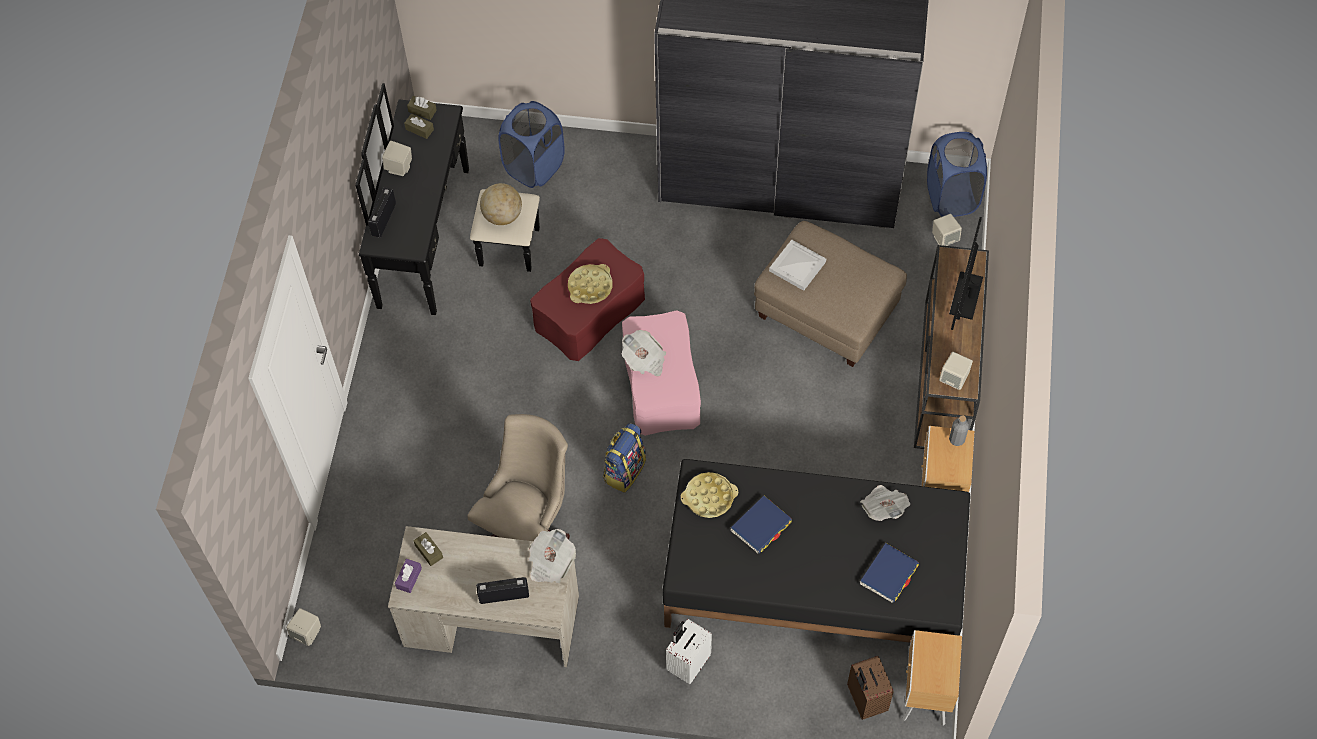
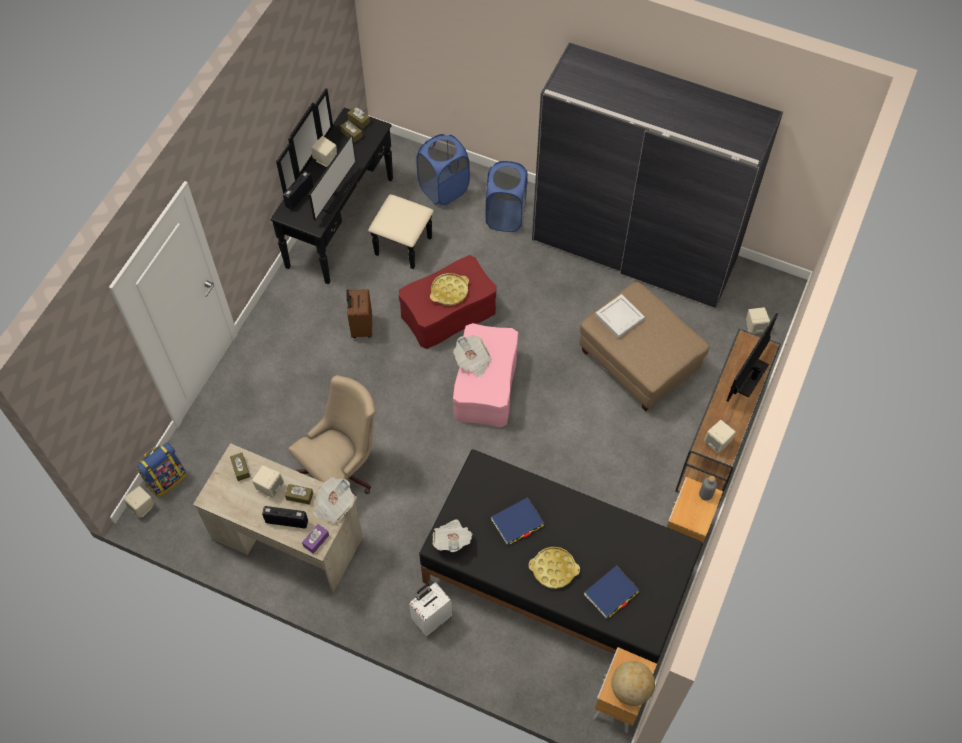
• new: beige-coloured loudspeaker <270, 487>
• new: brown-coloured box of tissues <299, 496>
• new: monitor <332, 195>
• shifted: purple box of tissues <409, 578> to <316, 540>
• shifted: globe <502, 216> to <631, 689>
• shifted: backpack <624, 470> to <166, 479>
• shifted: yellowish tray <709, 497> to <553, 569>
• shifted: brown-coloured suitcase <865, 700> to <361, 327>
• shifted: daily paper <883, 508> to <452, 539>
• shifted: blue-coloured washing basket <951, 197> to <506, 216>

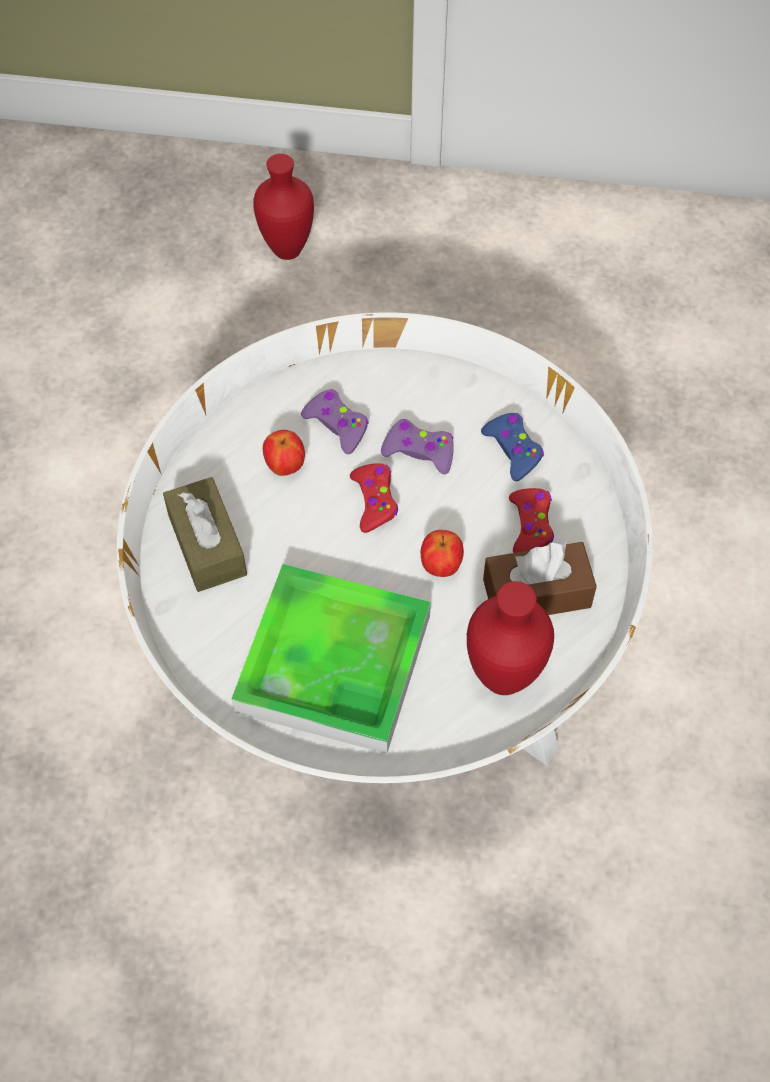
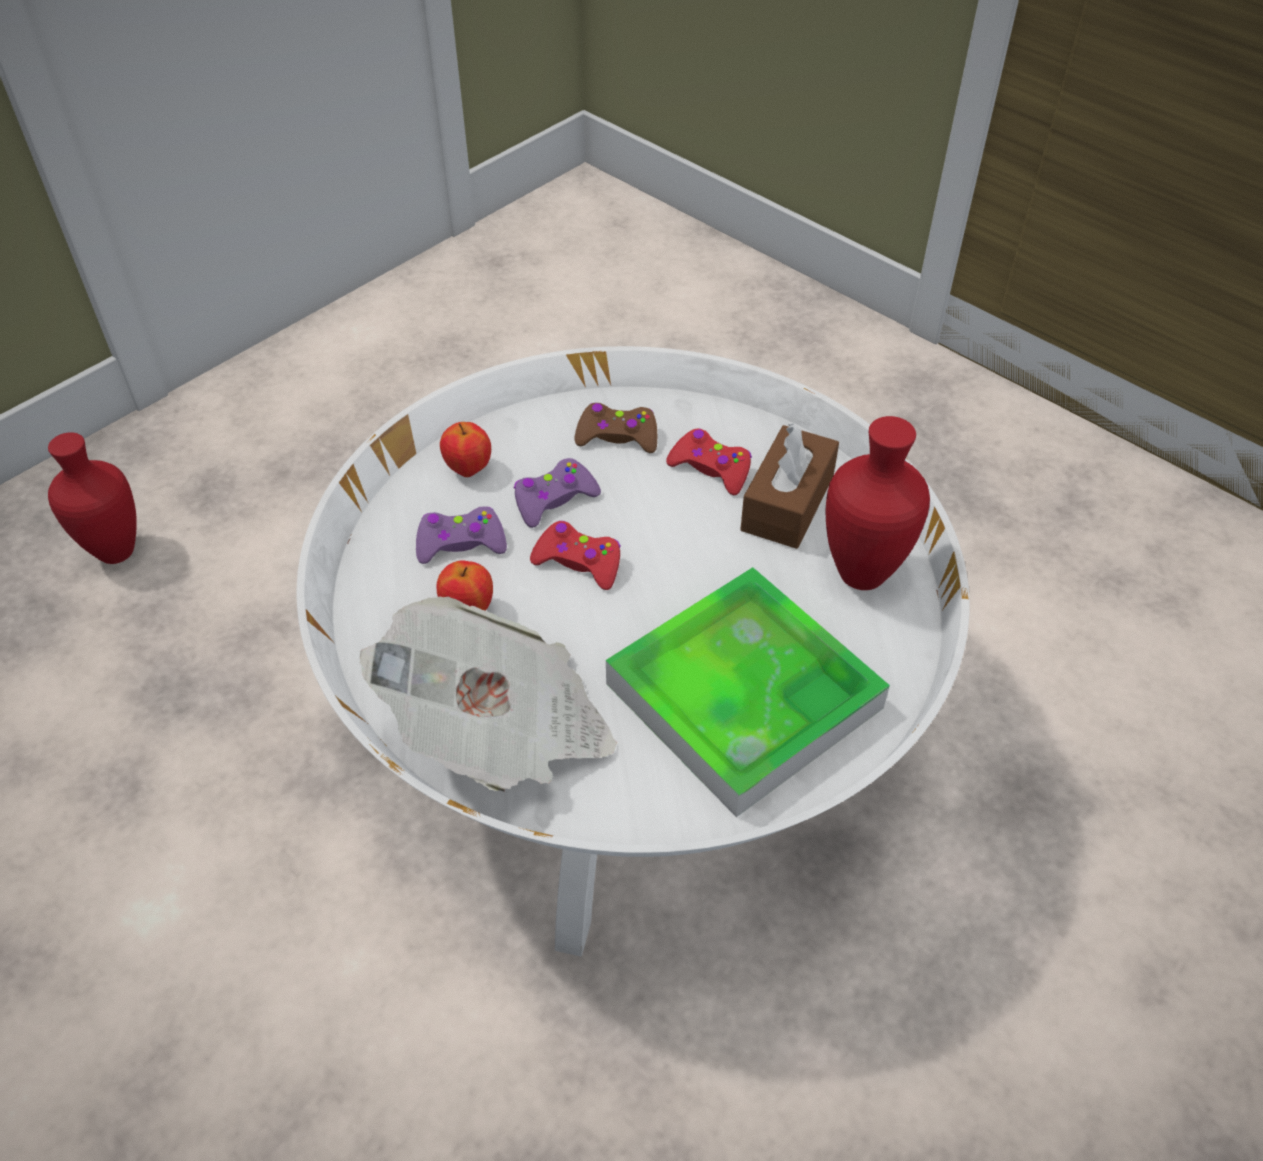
• shifted: whole apple <441, 566> to <468, 469>
• swapped: brown-coloured box of tissues <207, 545> to daily paper <501, 730>
• repainted: blue-coloured gamepad <513, 450> to brown-coloured gamepad <617, 436>

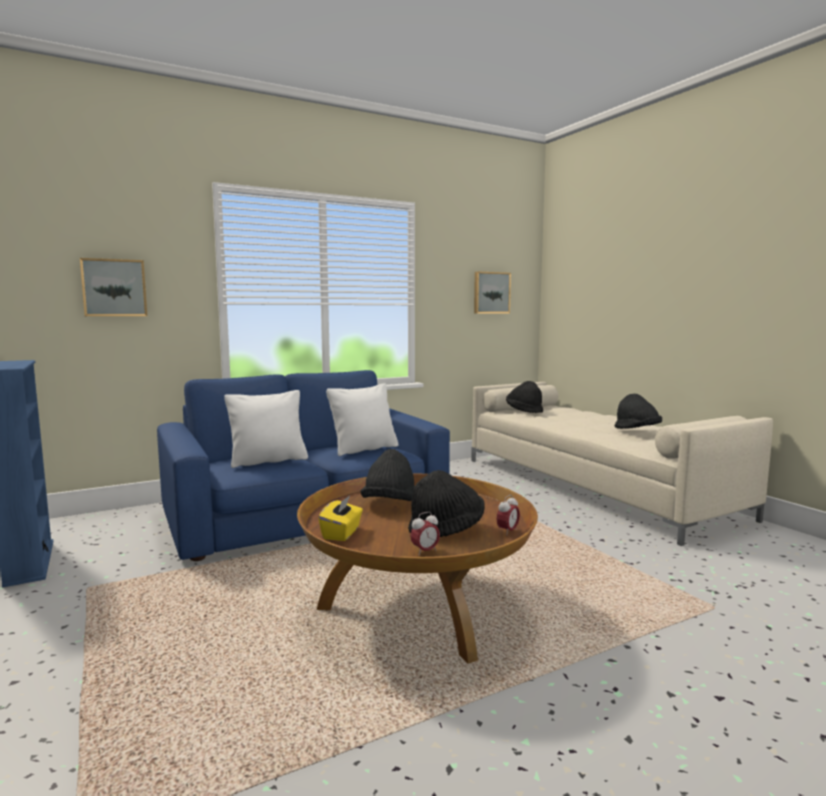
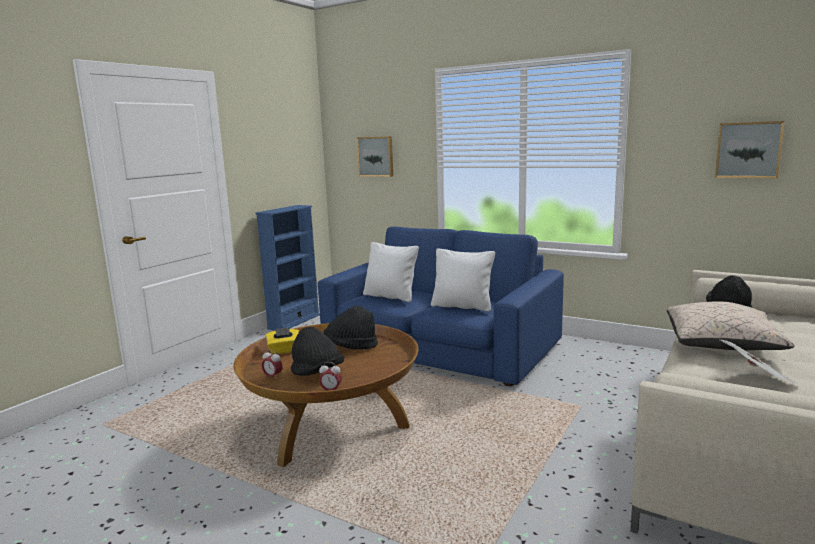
• new: beige-coloured throw pillow <722, 344>
• swapped: blackish wearable hat <637, 430> to daily paper <755, 378>

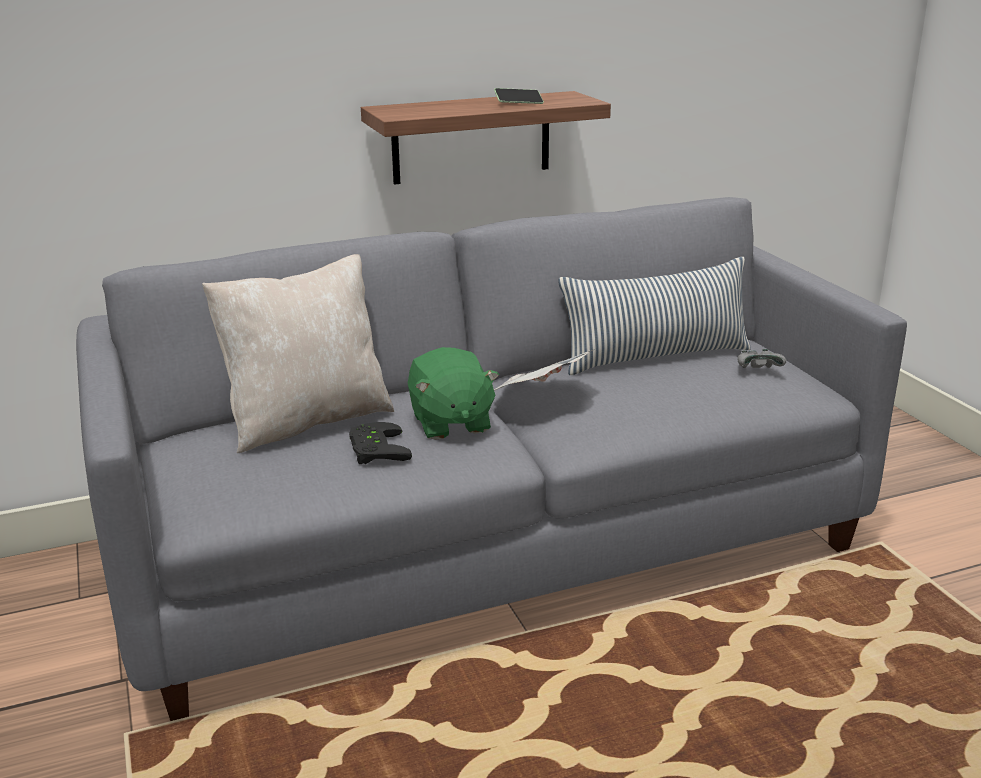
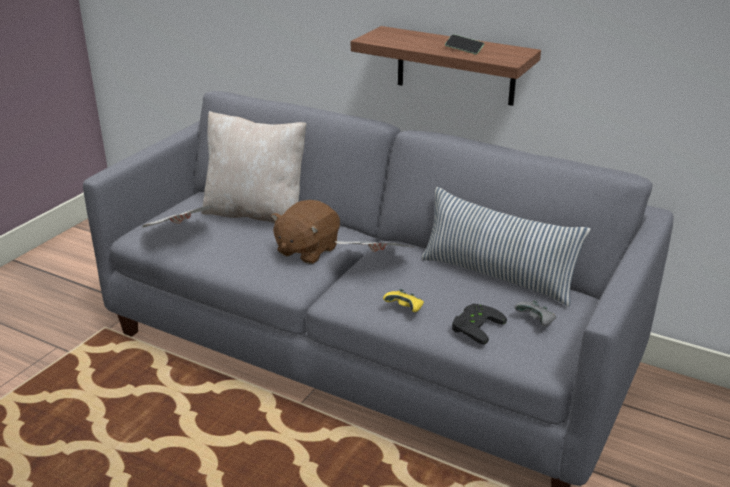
• new: daily paper <179, 234>
• new: yellowish gamepad <405, 309>
• shifted: blackish gamepad <374, 449> to <474, 325>
• repainted: green-coloured soft toy <450, 423> to brown-coloured soft toy <306, 250>

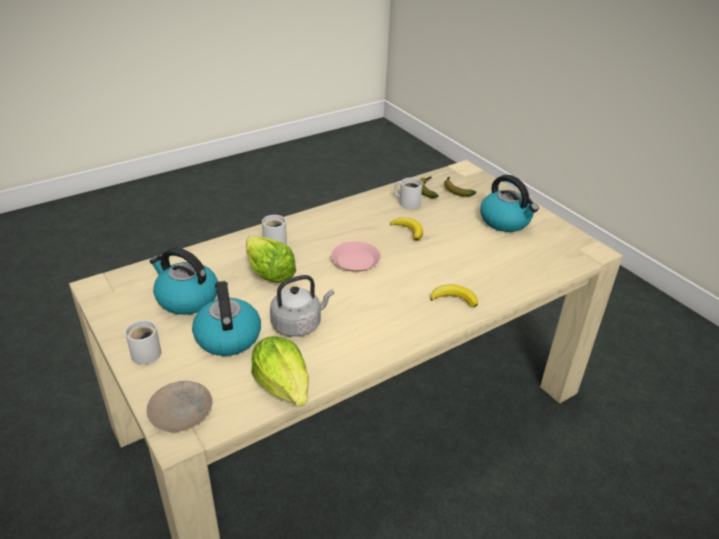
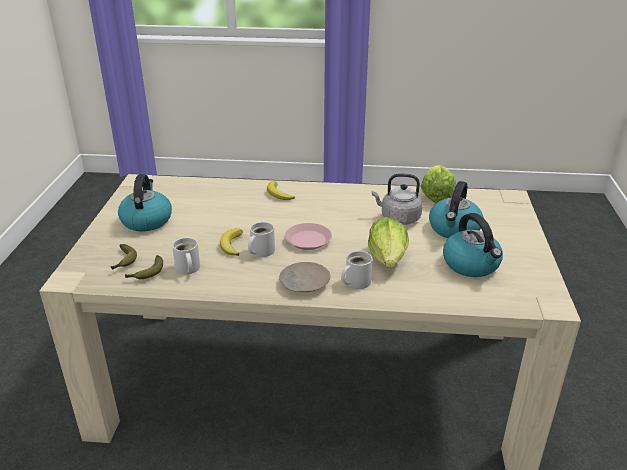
• shifted: white-coloured tea mug <148, 352> to <260, 251>
• shifted: beige-coloured flat dish <181, 411> to <304, 283>

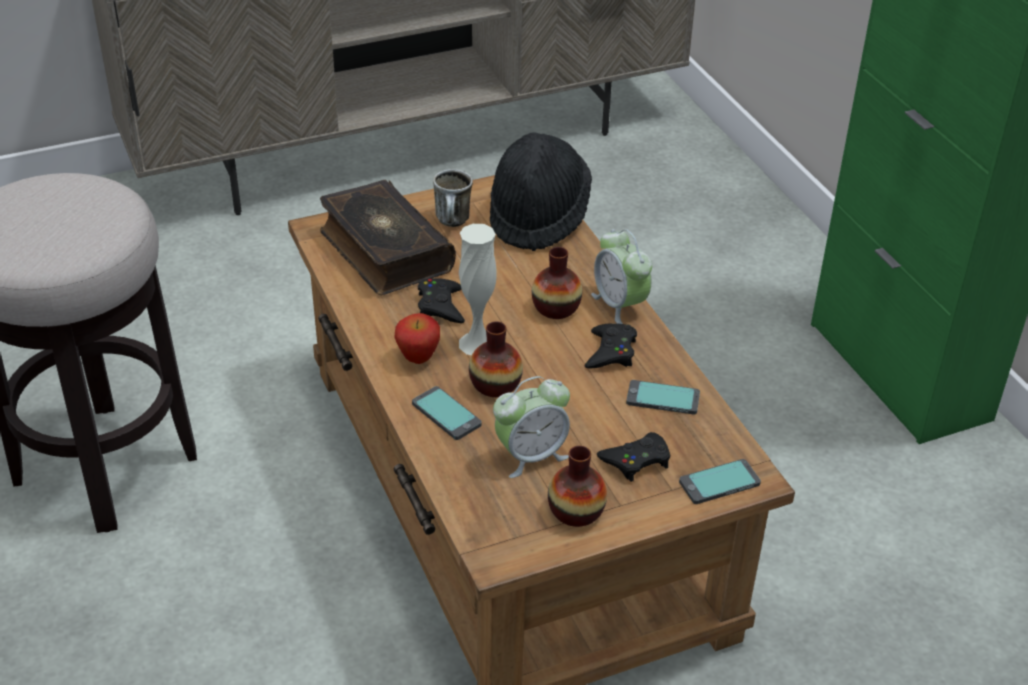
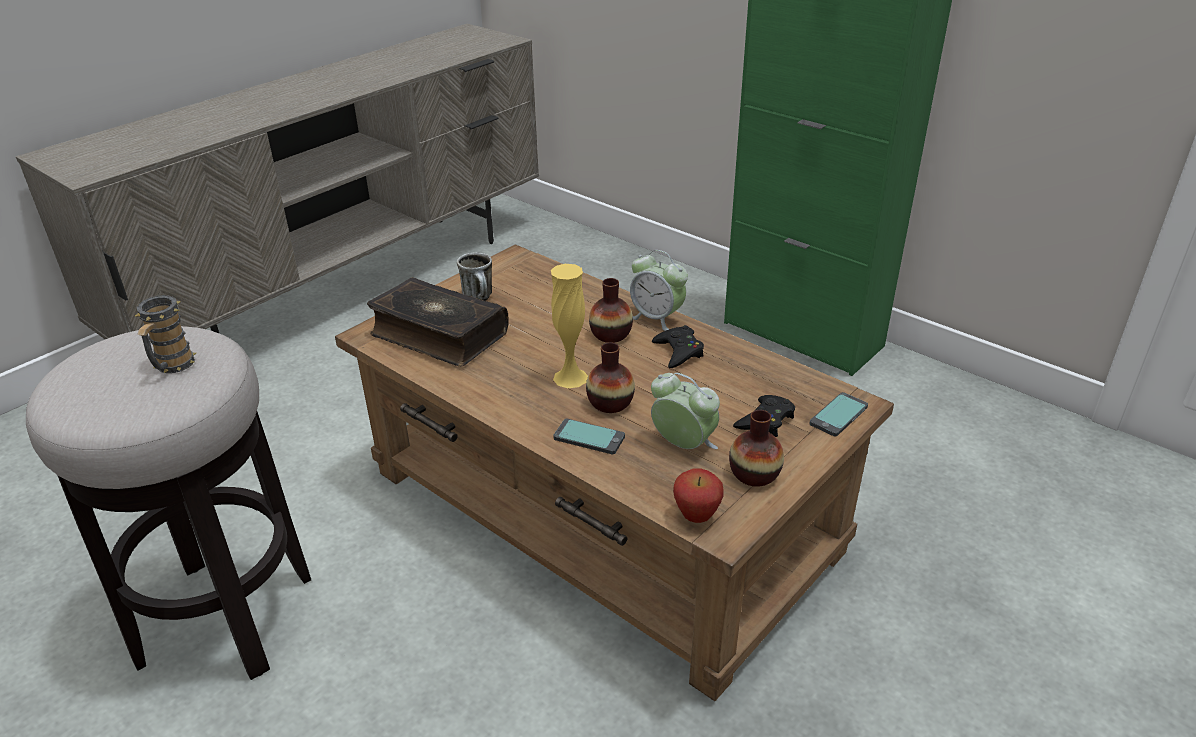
• gone: blackish gamepad <441, 306>
• gone: blackish wearable hat <538, 215>
• gone: phone <662, 399>
• new: tea mug <172, 367>
• shifted: whole apple <418, 359> to <696, 517>
• repainted: white-coloured flower vase <477, 343> to yellowish flower vase <570, 377>
• rotated: bedside clock <531, 455> = <683, 445> 90 degrees counterclockwise

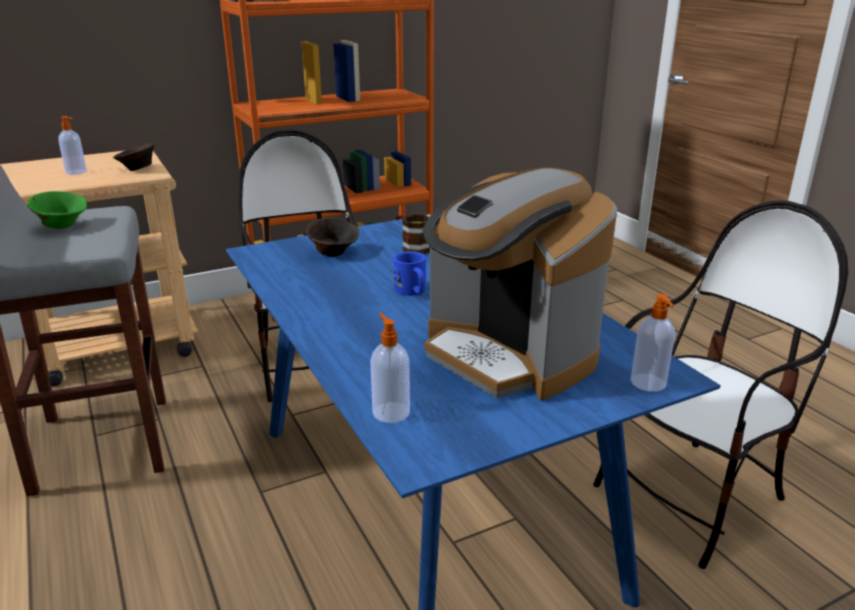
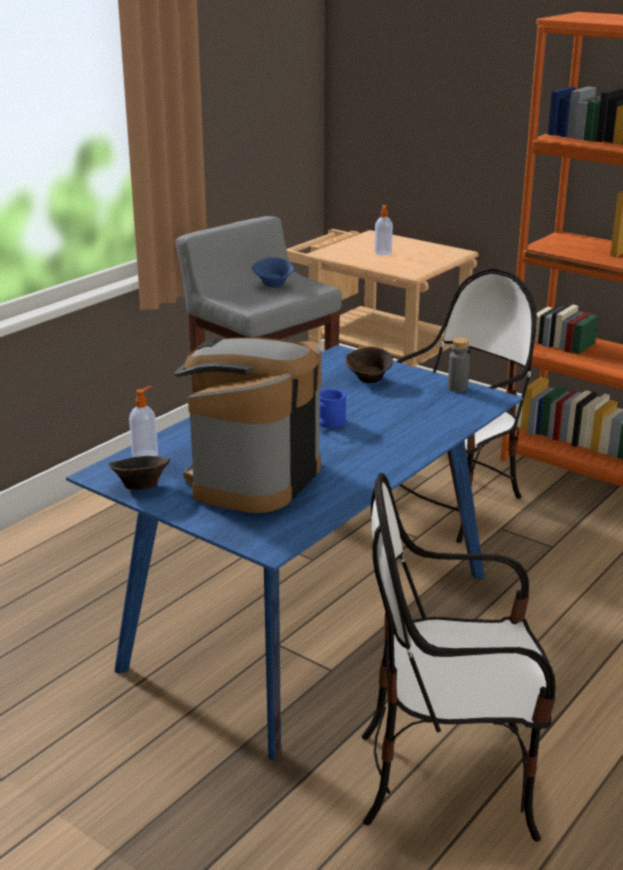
• gone: tea mug <420, 247>
• gone: soap dispenser <649, 383>
• new: greyish bottle <457, 388>
• shifted: brown-coloured deep dish <137, 169> to <140, 487>
• repainted: green-coloured deep dish <63, 226> to blue-coloured deep dish <274, 285>
• rotated: chair <691, 498> = <449, 779> 150 degrees clockwise

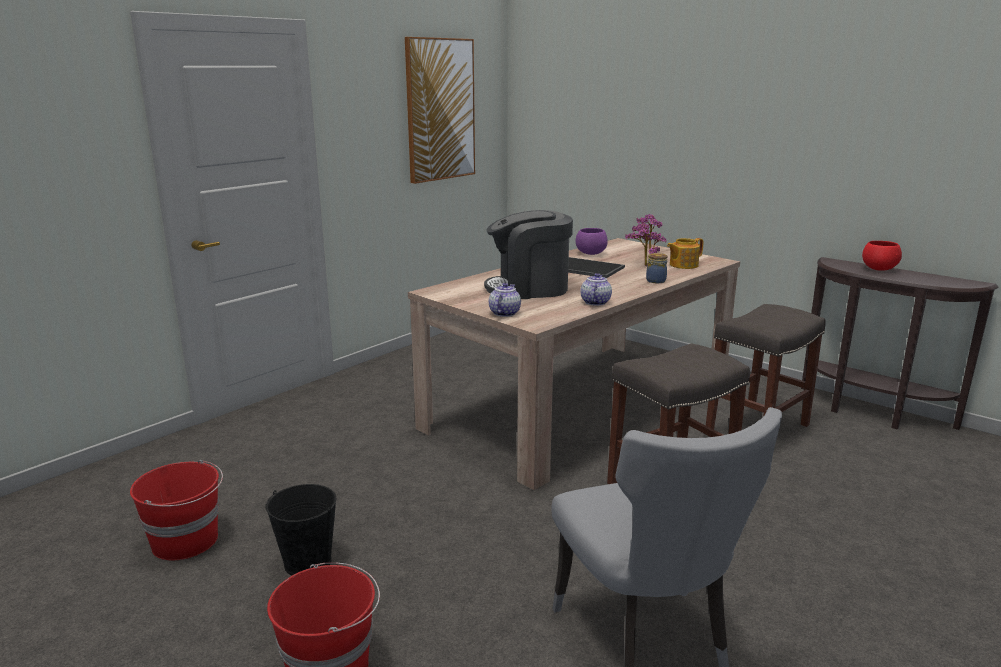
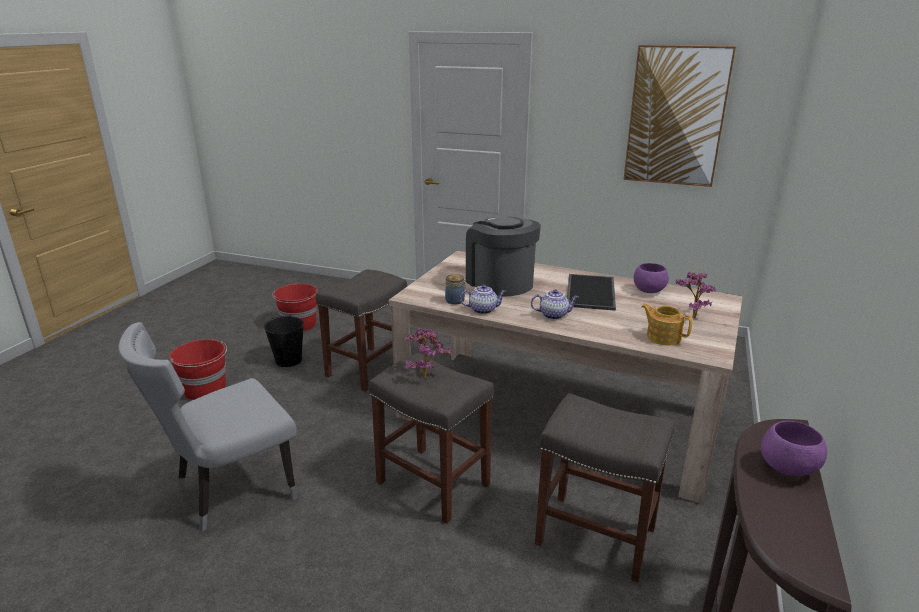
• new: greyish stool <368, 368>
• shifted: teapot <504, 313> to <554, 315>
• shifted: houseplant <643, 265> to <425, 376>
• shifted: jar <655, 281> to <455, 301>
• repainted: red deep dish <879, 269> to purple deep dish <788, 469>

